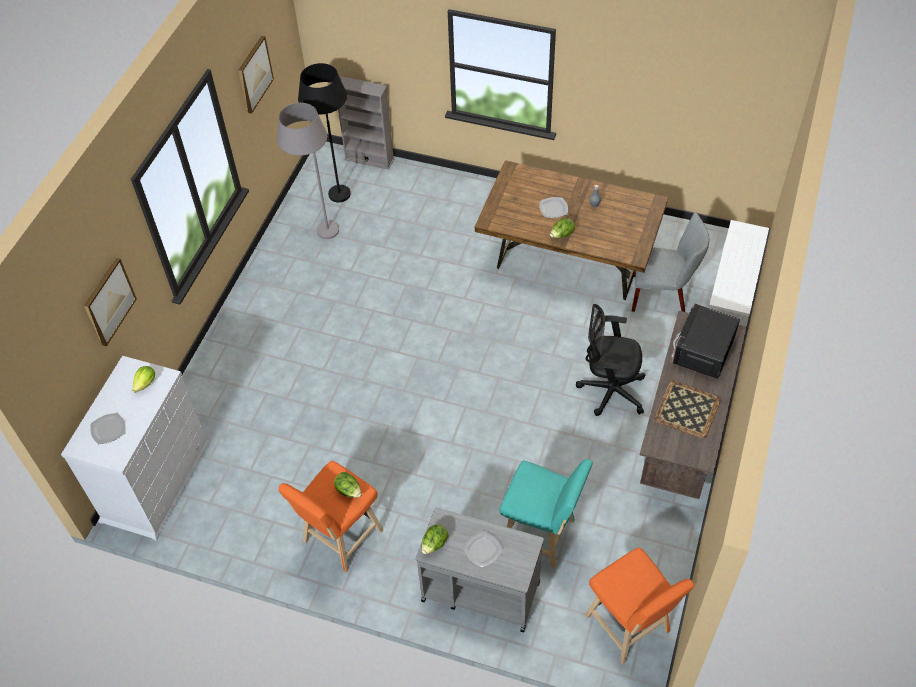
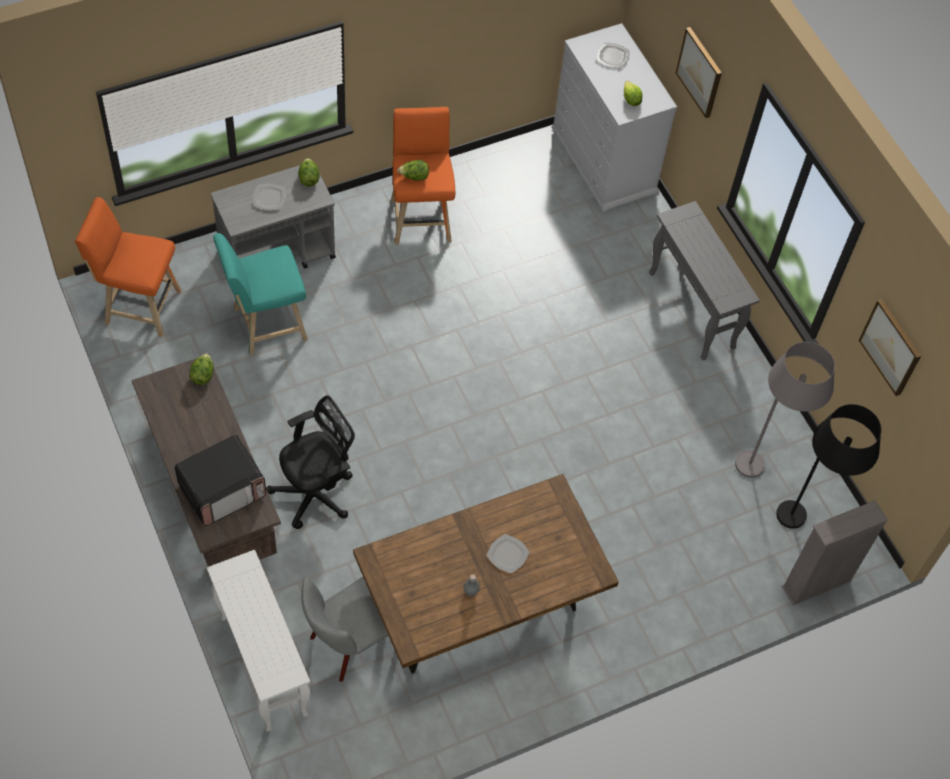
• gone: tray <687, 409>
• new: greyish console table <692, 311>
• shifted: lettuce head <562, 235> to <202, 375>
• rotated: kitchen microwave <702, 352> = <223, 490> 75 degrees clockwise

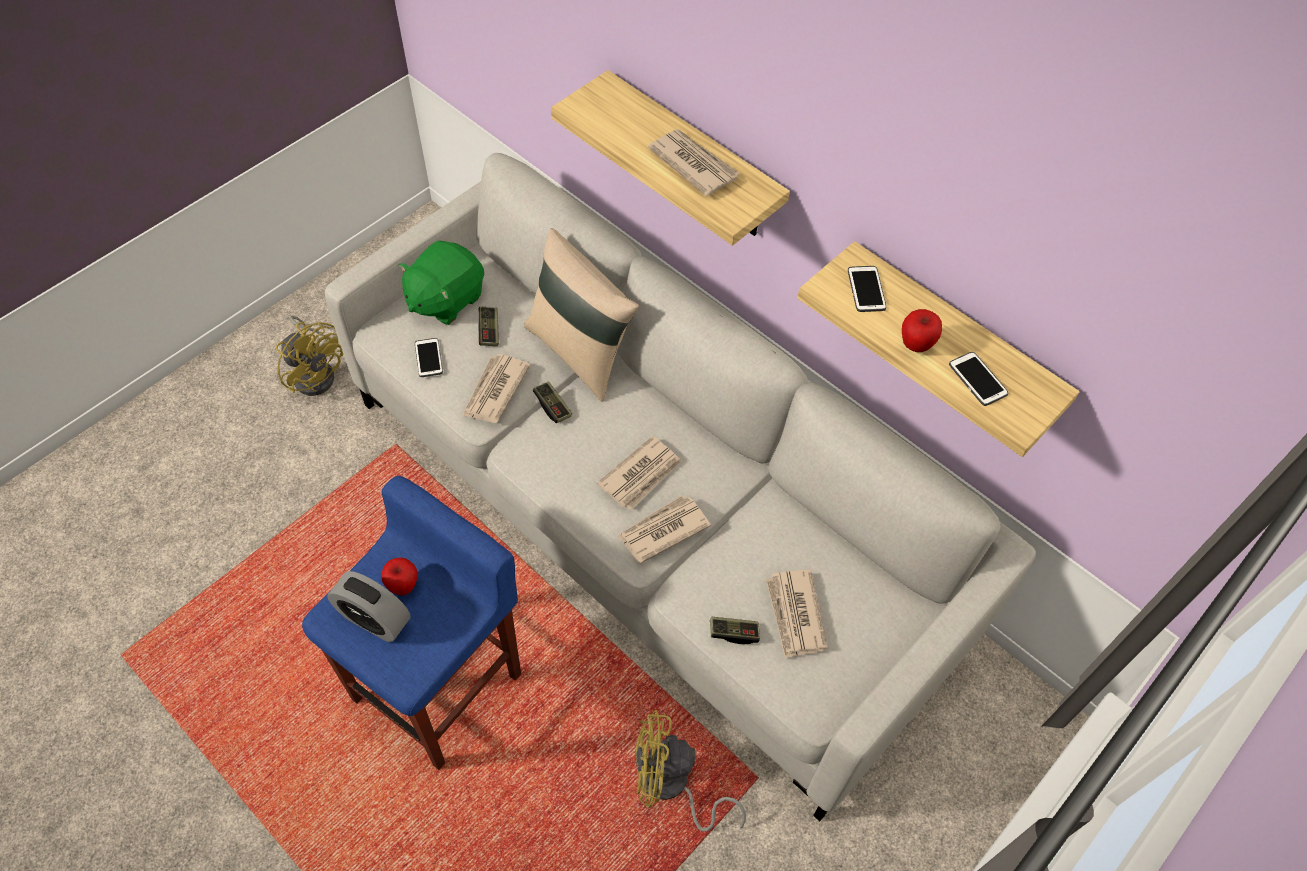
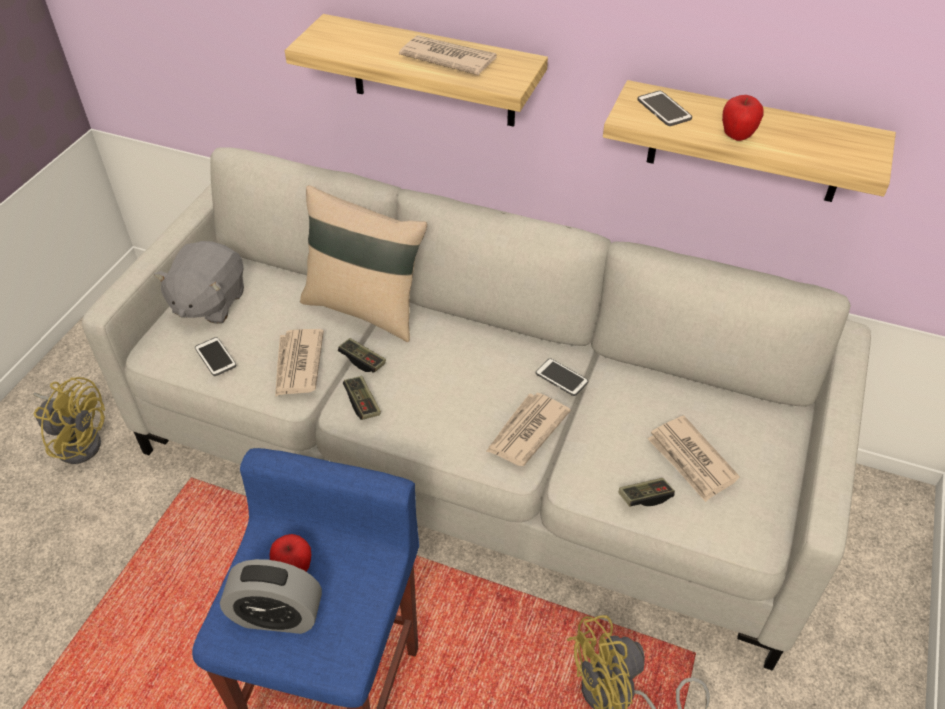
• gone: daily paper <641, 475>
• shifted: gamepad <489, 331> to <362, 403>
• shifted: phone <977, 379> to <561, 378>
• repainted: green-coloured soft toy <445, 299> to greyish soft toy <209, 303>

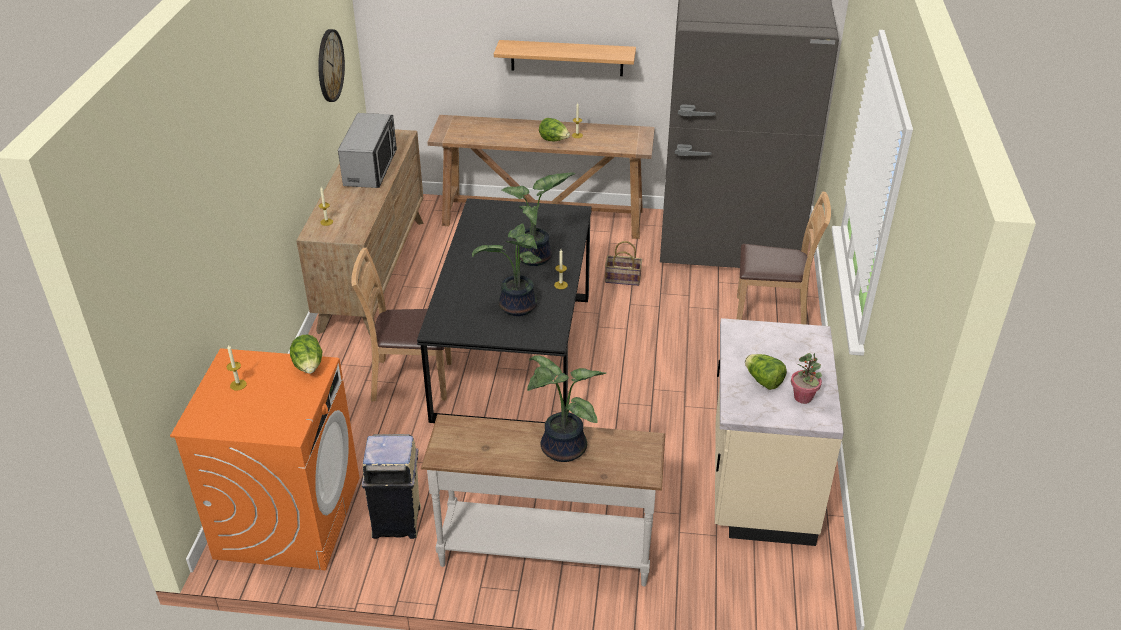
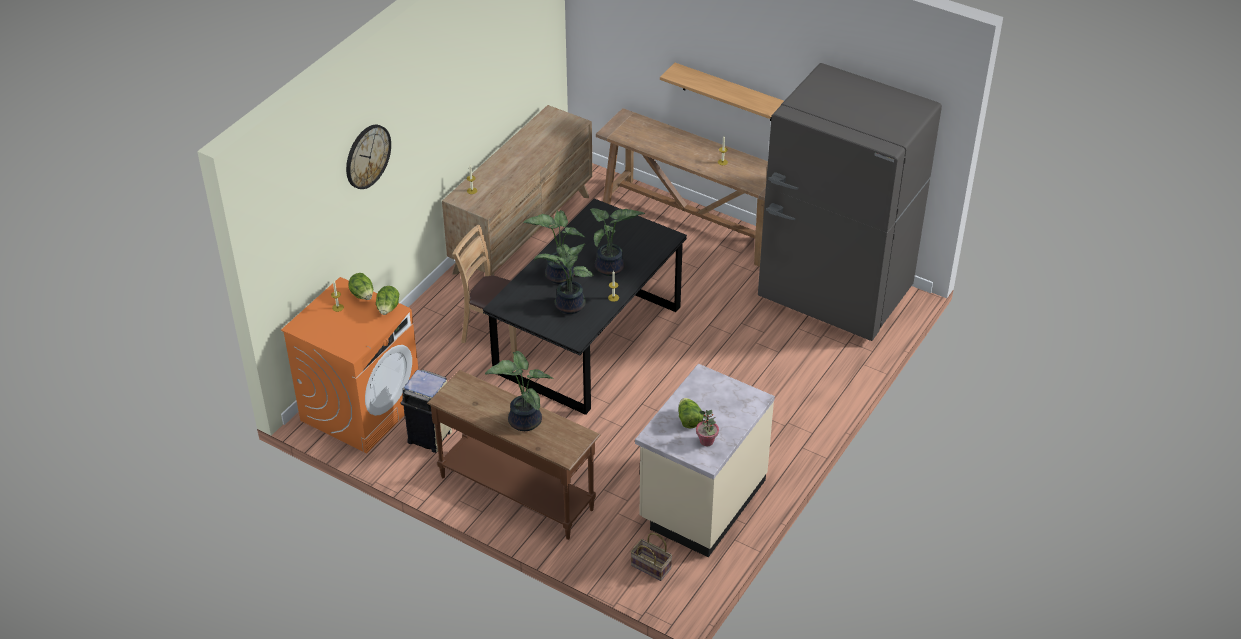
• gone: kitchen microwave <371, 168>
• gone: brown-coloured chair <772, 315>
• new: houseplant <558, 275>
• shifted: clock on the wall <329, 65> to <367, 156>
• shifted: lettuce head <554, 140> to <363, 296>
• shifted: household basket <622, 279> to <649, 567>
• repainted: white-coloured console table <546, 550> to brown-coloured console table <517, 492>

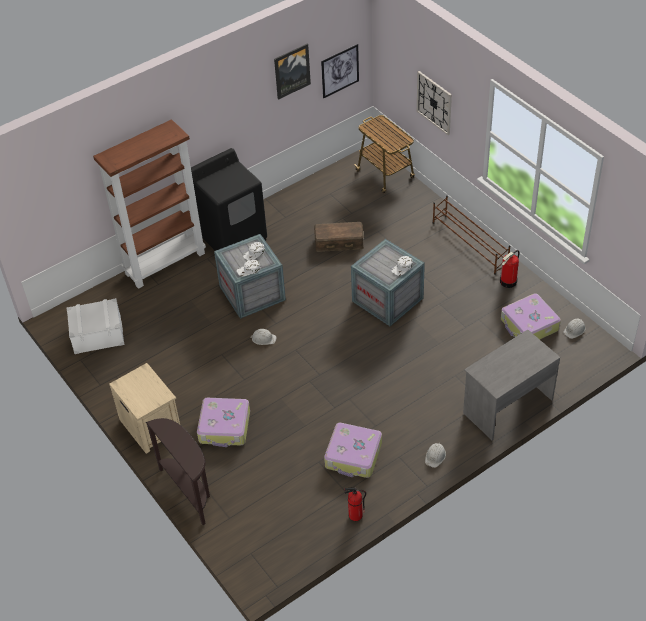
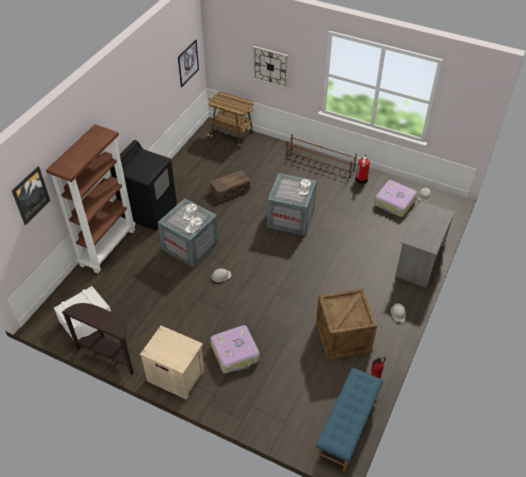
• new: blue-coloured indoor bench <348, 427>
• shifted: brown-coloured console table <190, 491> to <109, 355>
• shifted: wall art <291, 71> to <30, 195>
• swapped: suitcase <353, 456> to crate <343, 336>

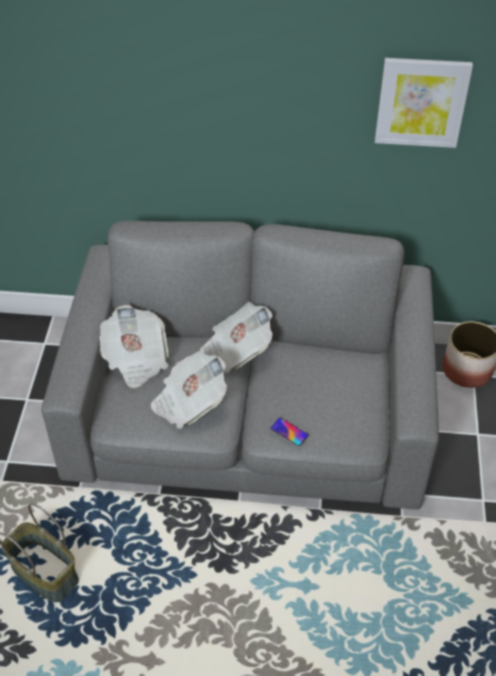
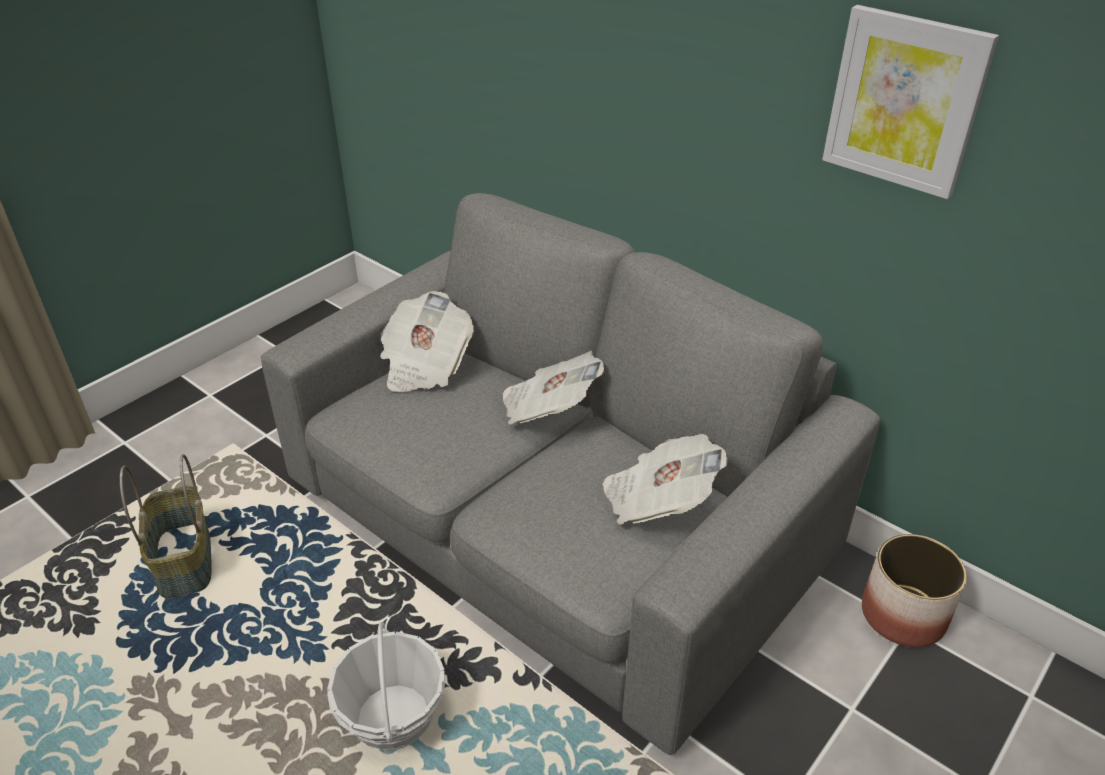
• gone: phone <289, 432>
• new: household basket <393, 717>
• shifted: daily paper <189, 402> to <658, 500>

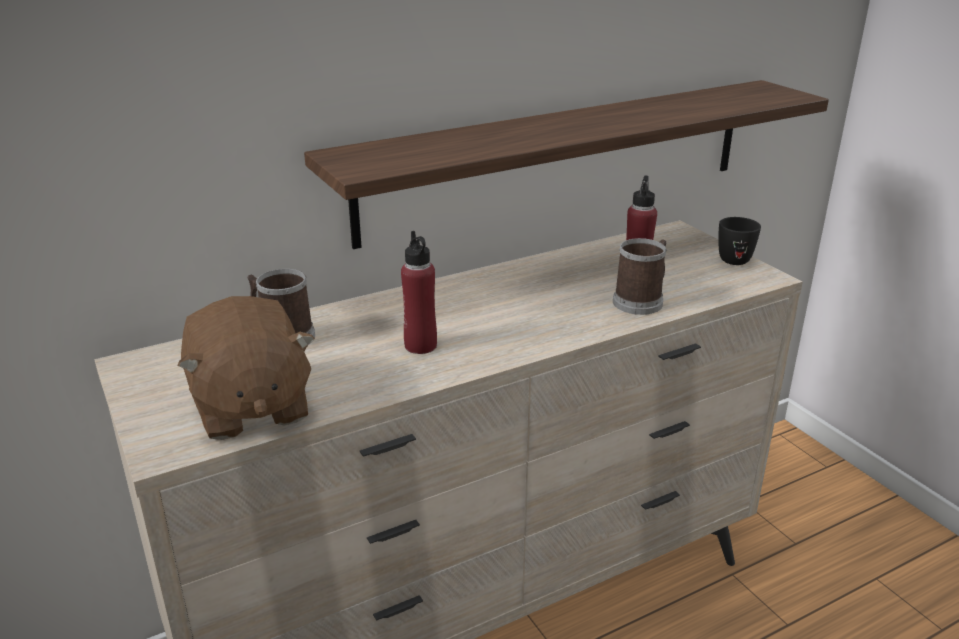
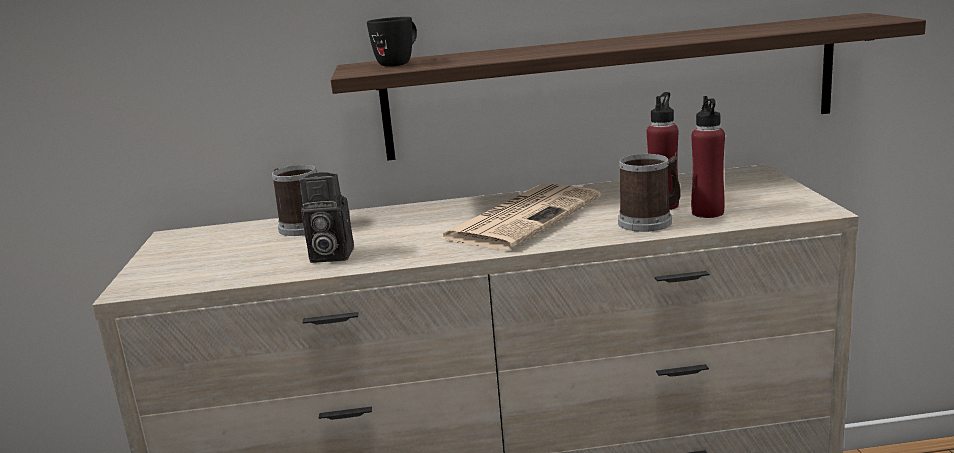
• gone: brown-coloured soft toy <250, 407>
• new: photo camera <328, 256>
• new: daily paper <523, 217>
• shifted: red bottle <420, 345> to <707, 213>
• shifted: blackish tea mug <733, 258> to <399, 64>

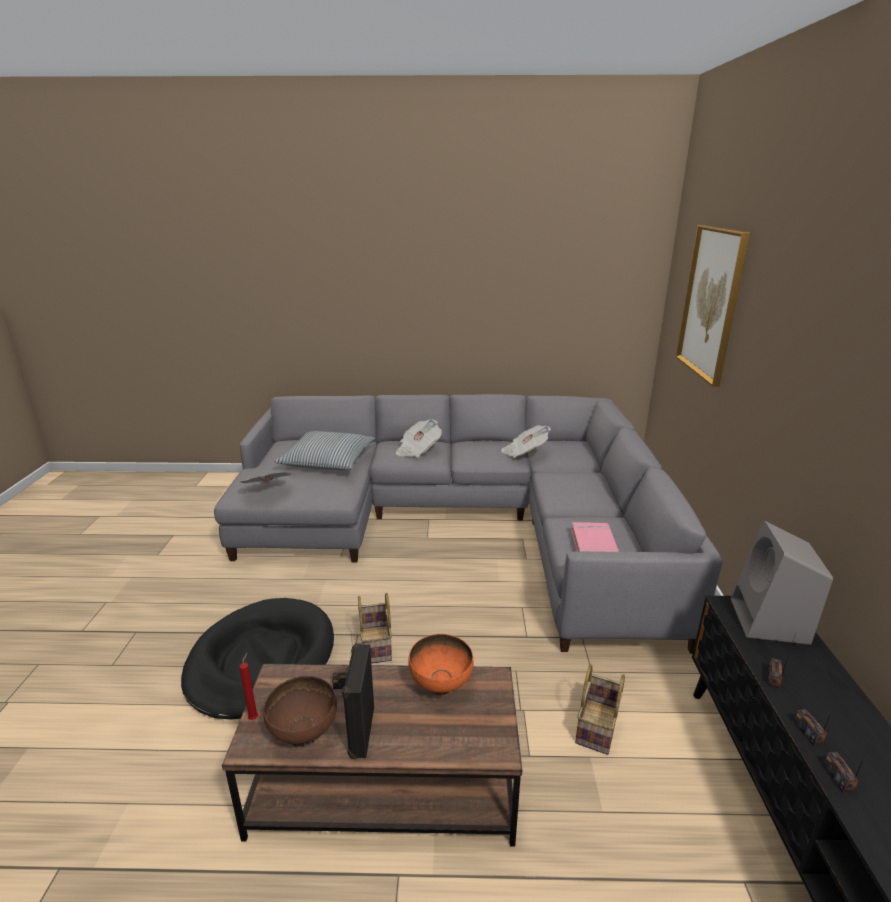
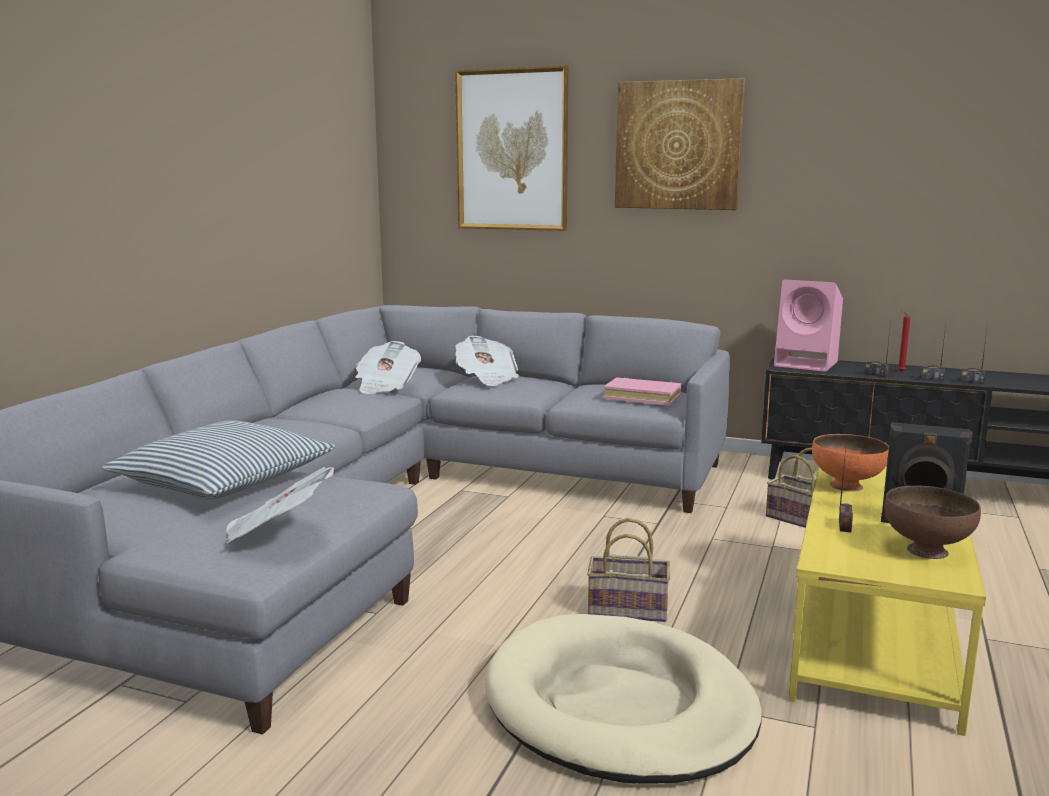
• new: wall art <678, 145>
• shifted: red candle <254, 717> to <899, 371>
• shifted: daily paper <418, 450> to <487, 378>
• repainted: blackish pet bed <261, 660> to beige-coloured pet bed <619, 706>
• repainted: brown-coloured lounge table <385, 784> to yellowish lounge table <873, 631>
• repainted: greyish loudspeaker <770, 622> to pink loudspeaker <808, 364>

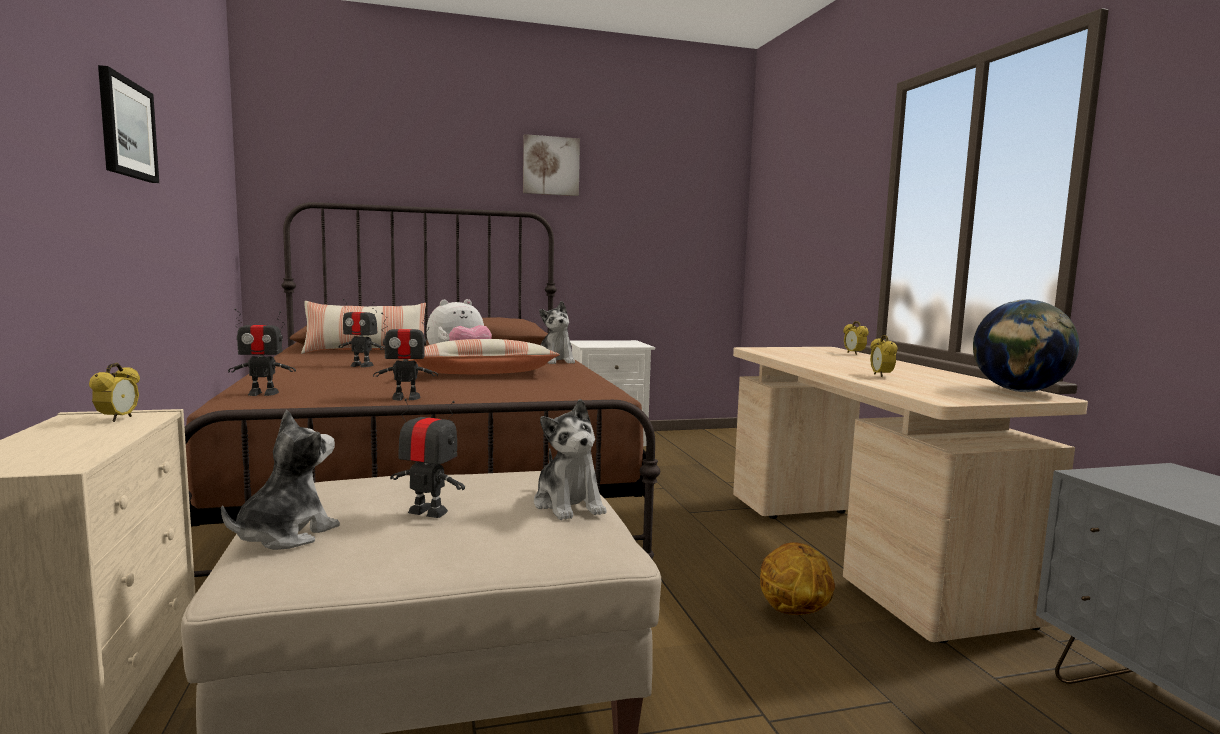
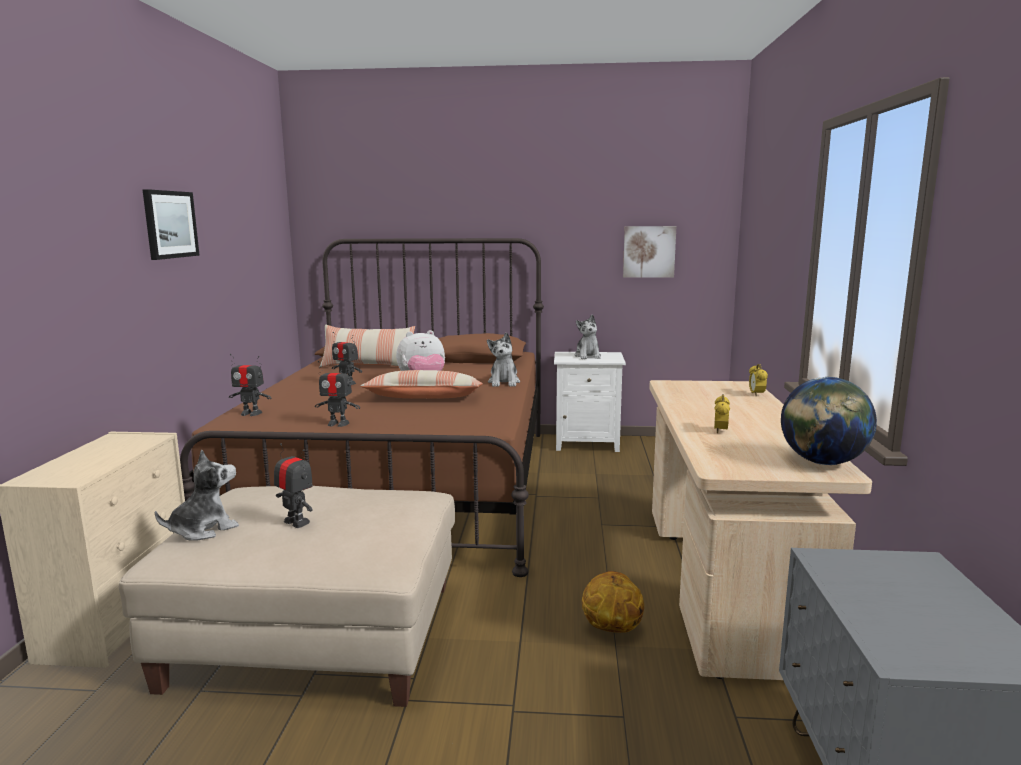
• gone: bedside clock <118, 419>
• shifted: wall art <551, 166> to <649, 251>
• shifted: soft toy <569, 505> to <588, 356>

